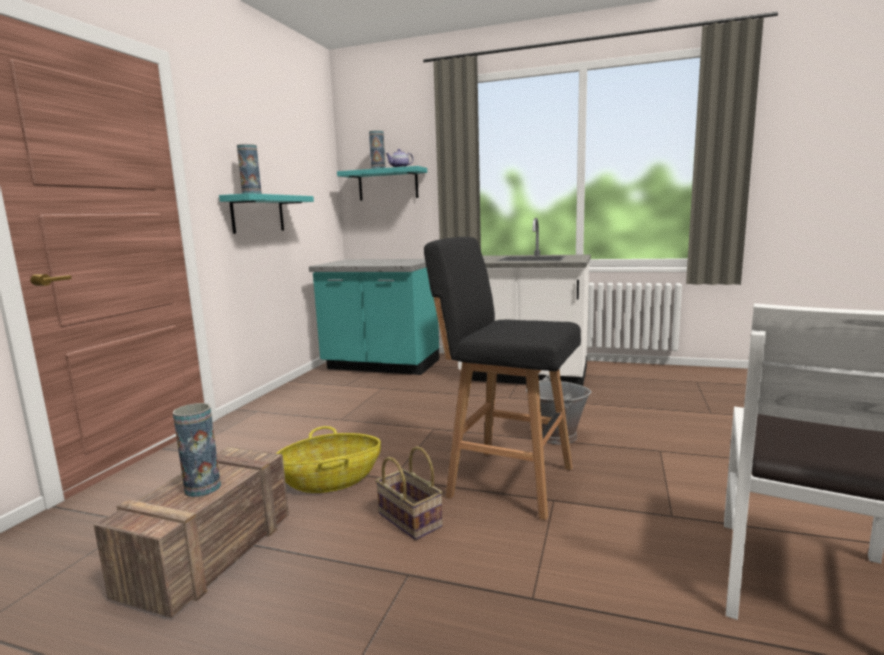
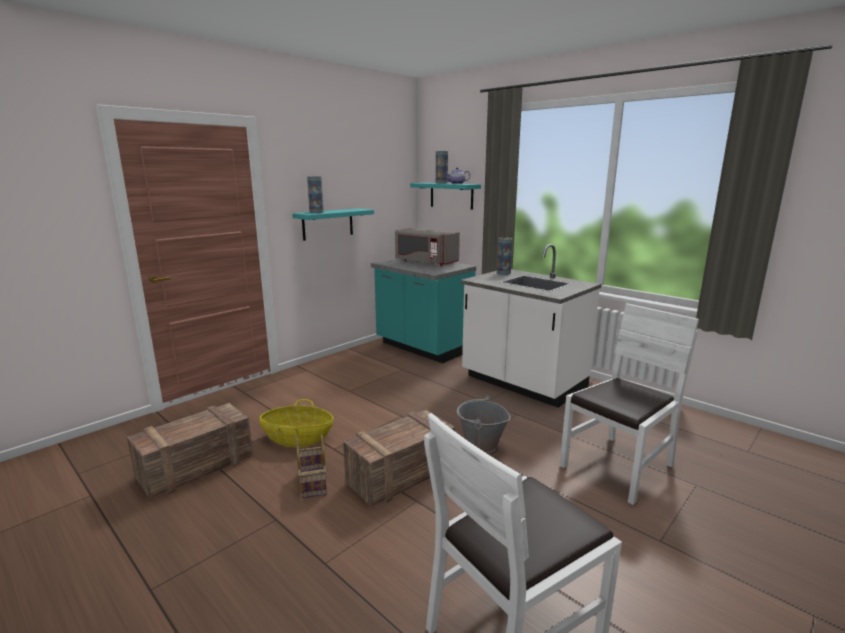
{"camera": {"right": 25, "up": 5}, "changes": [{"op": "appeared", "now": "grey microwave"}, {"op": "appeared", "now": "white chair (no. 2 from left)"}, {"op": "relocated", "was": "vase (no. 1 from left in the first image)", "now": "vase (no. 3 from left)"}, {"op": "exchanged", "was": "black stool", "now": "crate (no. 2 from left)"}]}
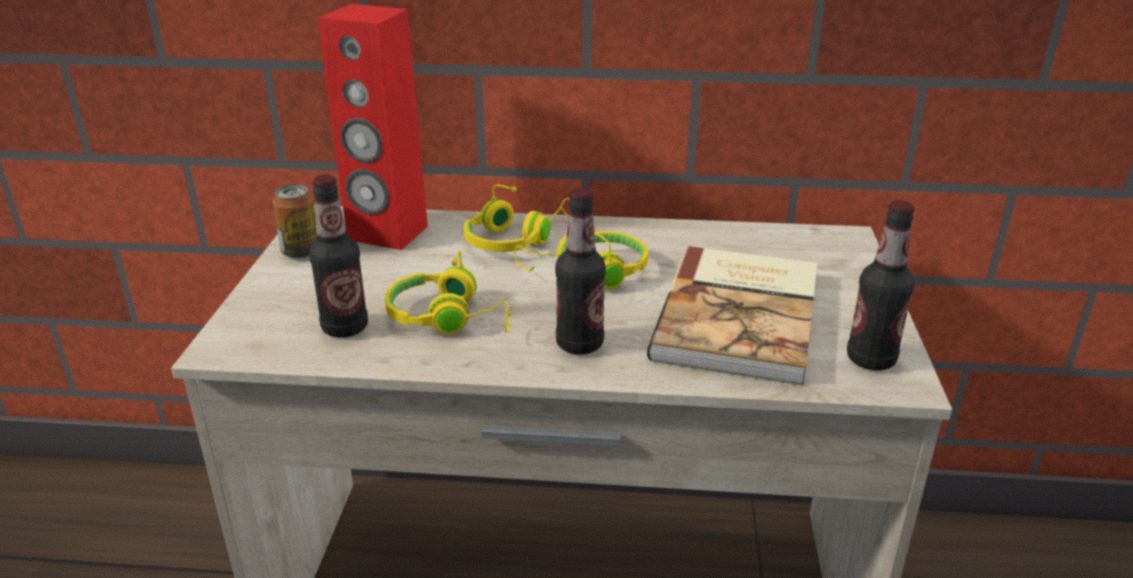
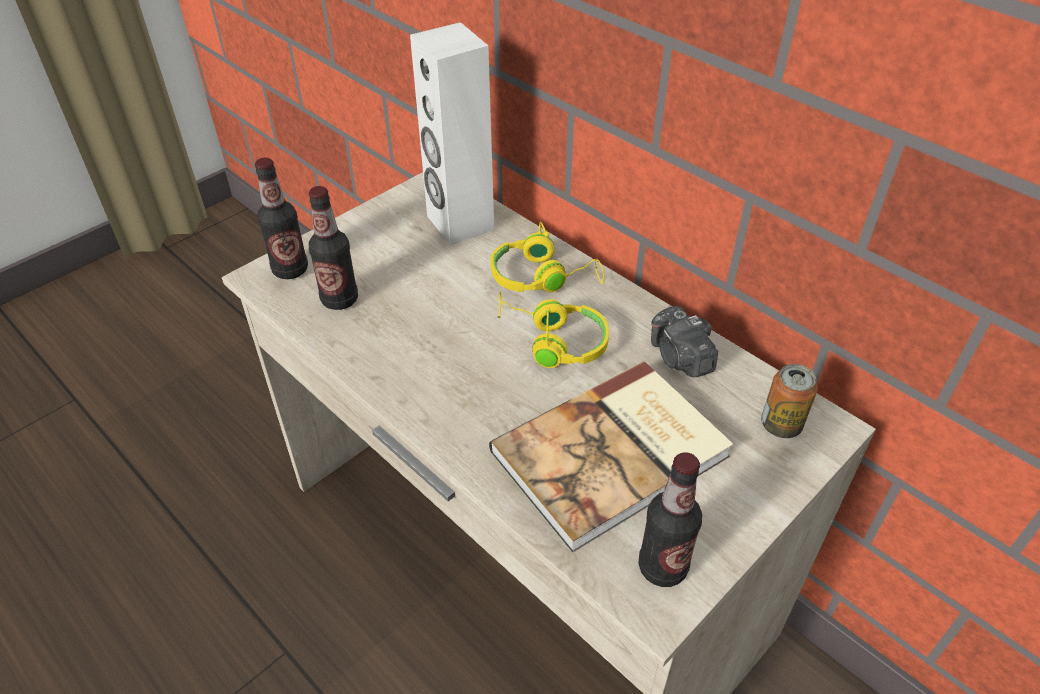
{"camera": {"right": 40, "up": 15}, "changes": [{"op": "missing", "was": "yellow headphones (no. 1 from left)"}, {"op": "appeared", "now": "photo camera"}, {"op": "relocated", "was": "can"}, {"op": "relocated", "was": "bottle (no. 2 from left in the first image)", "now": "bottle (no. 1 from left)"}, {"op": "colour", "was": "red speaker", "now": "white speaker"}]}
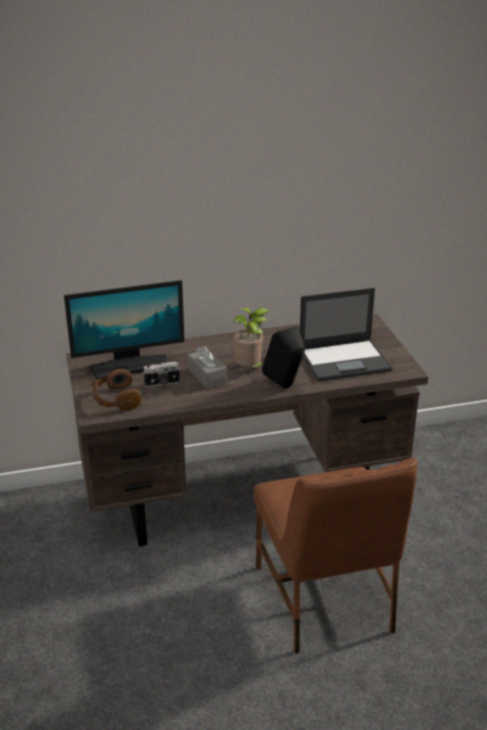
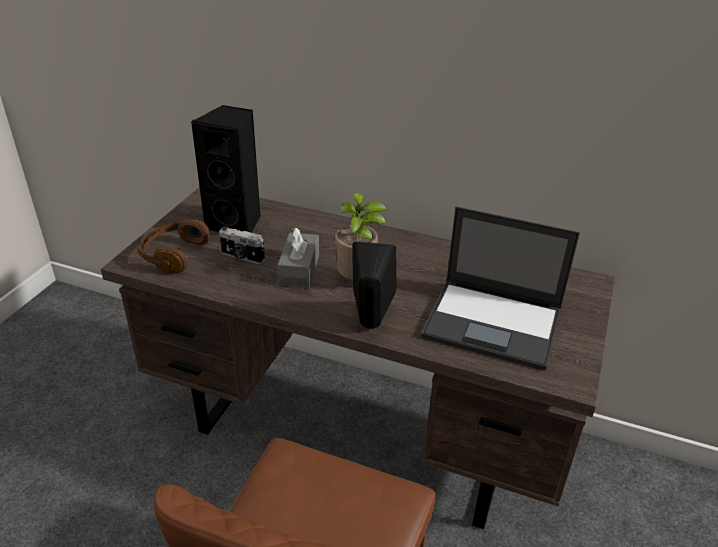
{"camera": {"right": 35, "up": 5}, "changes": [{"op": "exchanged", "was": "monitor", "now": "black speaker (no. 1 from left)"}]}
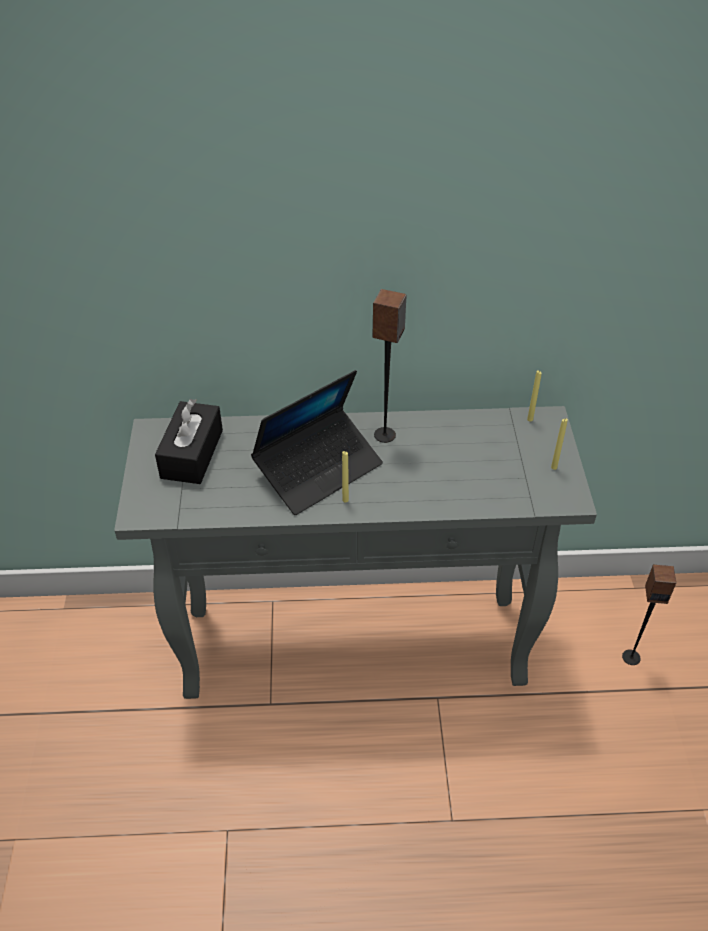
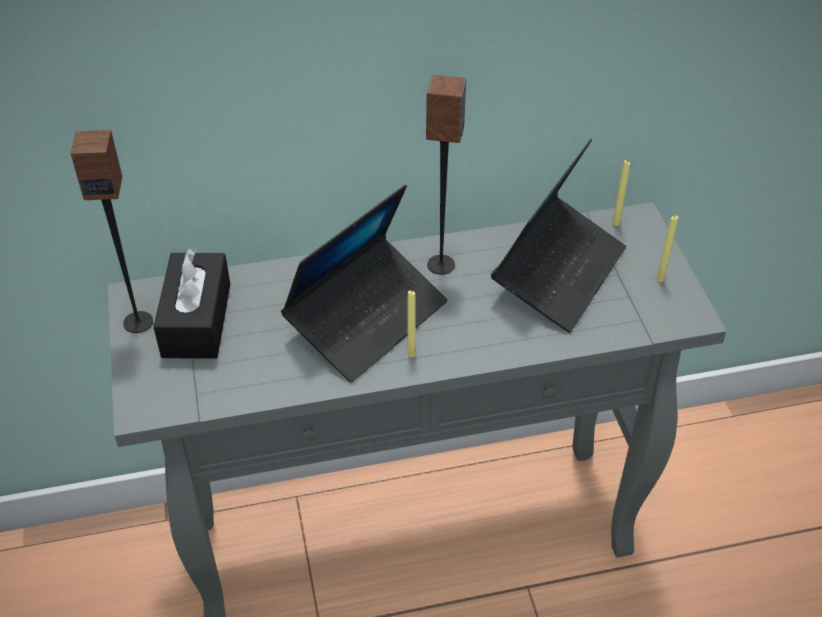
{"camera": {"right": -10, "up": 0}, "changes": [{"op": "appeared", "now": "laptop (no. 2 from left)"}, {"op": "relocated", "was": "speaker (no. 2 from left in the first image)", "now": "speaker (no. 1 from left)"}]}
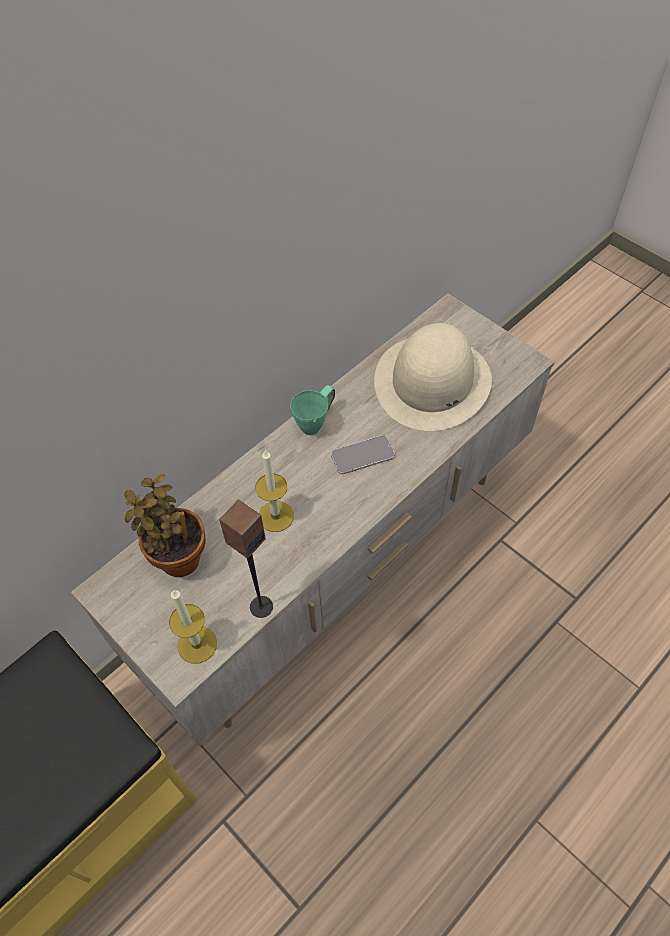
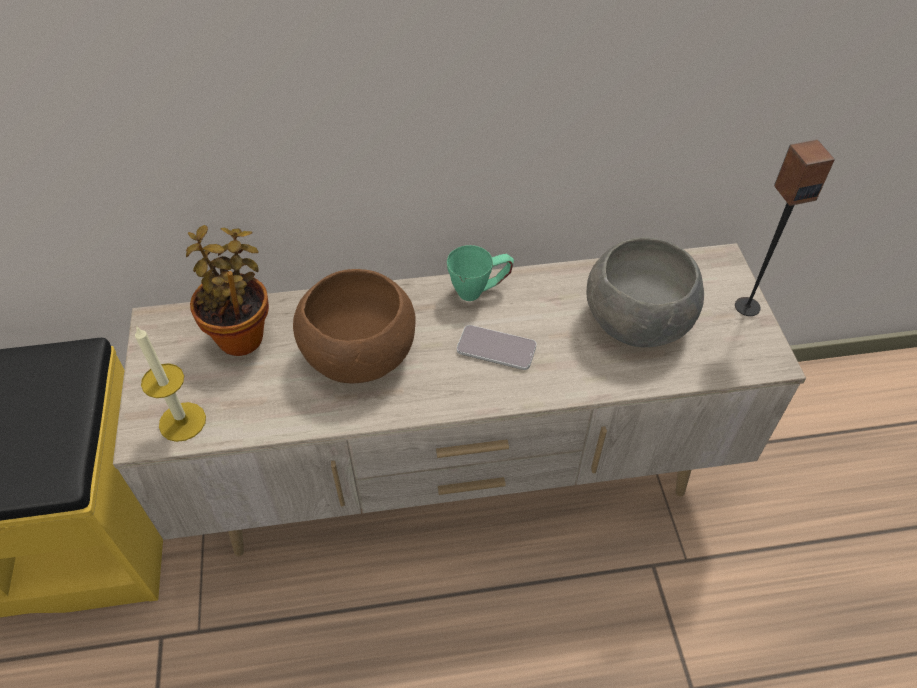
{"camera": {"right": 35, "up": -5}, "changes": [{"op": "relocated", "was": "speaker"}, {"op": "exchanged", "was": "candle (no. 2 from left)", "now": "brown bowl"}, {"op": "exchanged", "was": "beige hat", "now": "grey bowl"}]}
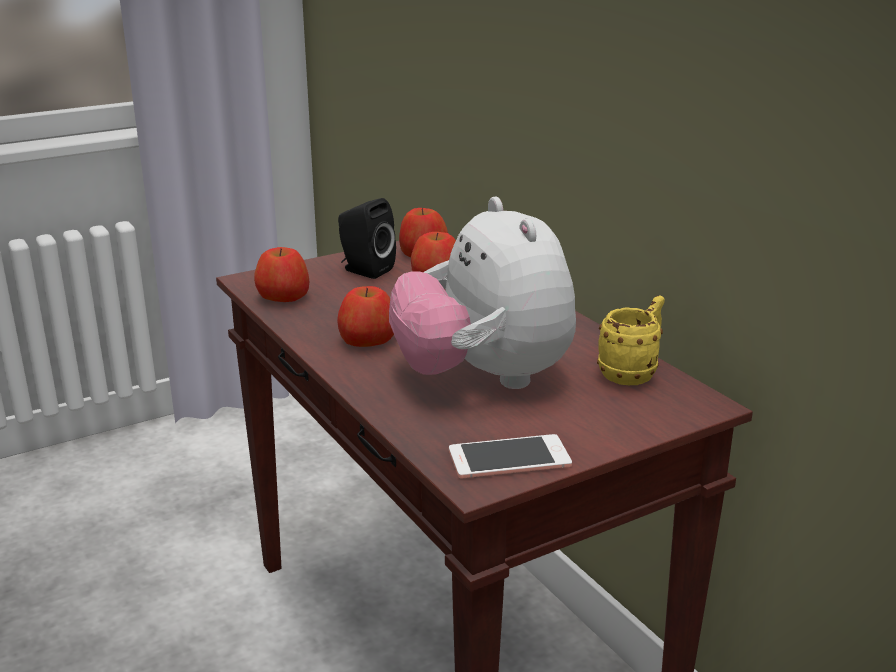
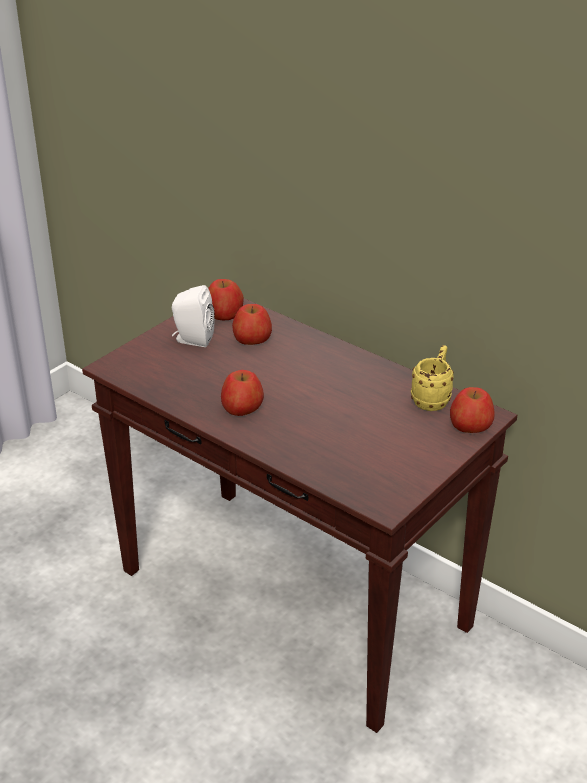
{"camera": {"right": -20, "up": 10}, "changes": [{"op": "missing", "was": "plush toy"}, {"op": "missing", "was": "phone"}, {"op": "relocated", "was": "apple (no. 1 from left in the first image)", "now": "apple (no. 4 from left)"}, {"op": "colour", "was": "black speaker", "now": "white speaker"}]}
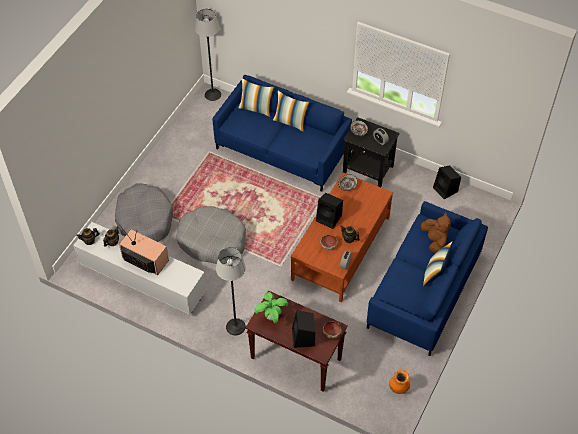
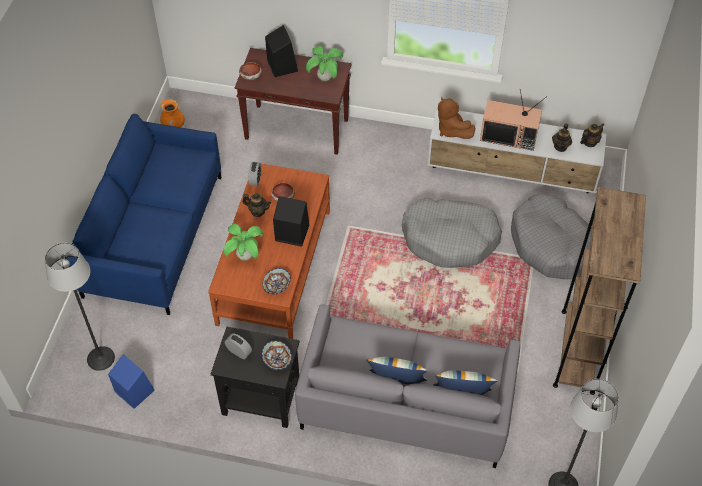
{"camera": {"right": 165, "up": 0}, "changes": [{"op": "missing", "was": "pillow (no. 3 from left)"}, {"op": "appeared", "now": "potted plant (no. 1 from left)"}, {"op": "appeared", "now": "brown bookcase"}, {"op": "relocated", "was": "floor lamp (no. 2 from left in the first image)", "now": "floor lamp (no. 1 from left)"}, {"op": "relocated", "was": "brown plush toy"}, {"op": "colour", "was": "blue sofa (no. 1 from left)", "now": "grey sofa"}, {"op": "colour", "was": "black speaker (no. 3 from left)", "now": "blue speaker"}]}
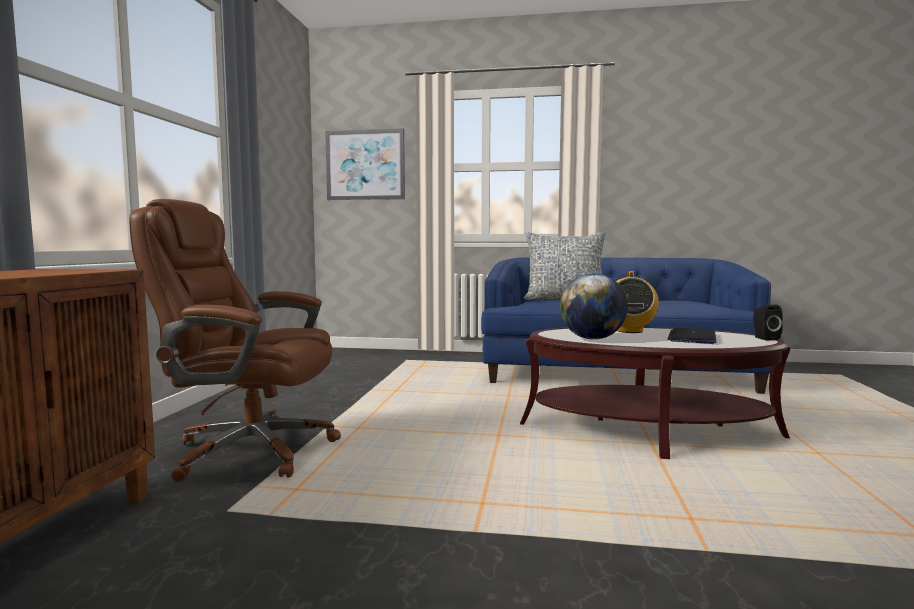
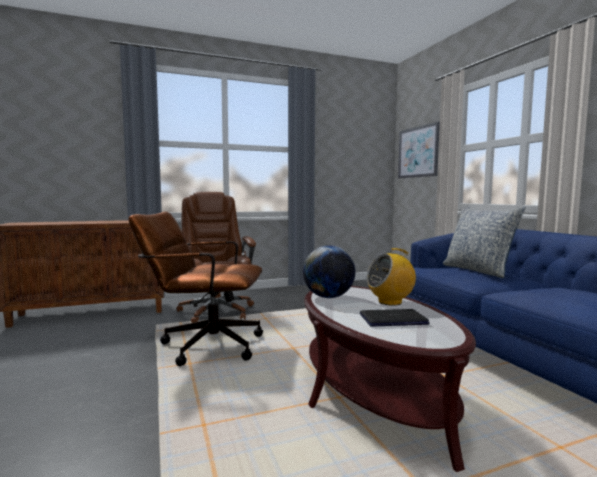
{"camera": {"right": 60, "up": 0}, "changes": [{"op": "missing", "was": "black speaker"}, {"op": "appeared", "now": "brown office chair (no. 1 from left)"}]}
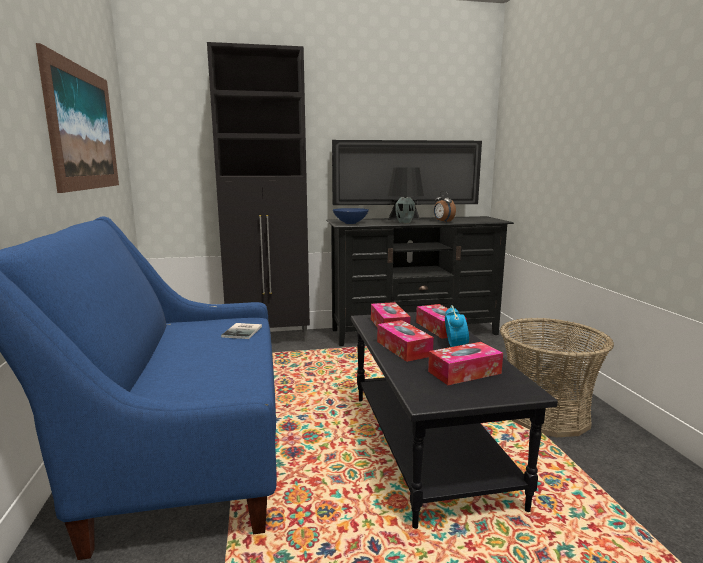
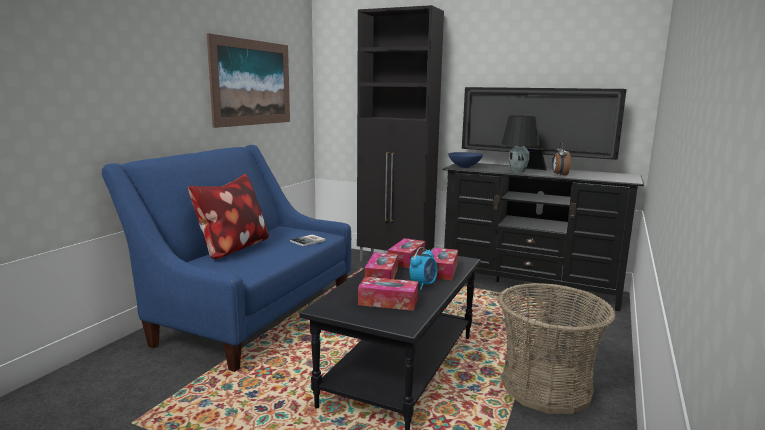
{"camera": {"right": 35, "up": 0}, "changes": [{"op": "appeared", "now": "pillow"}]}
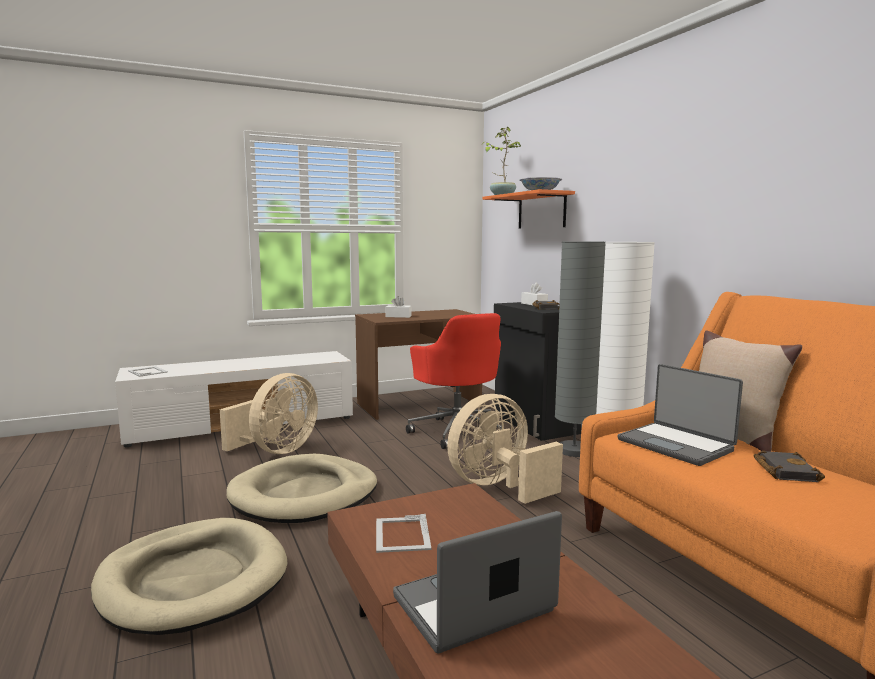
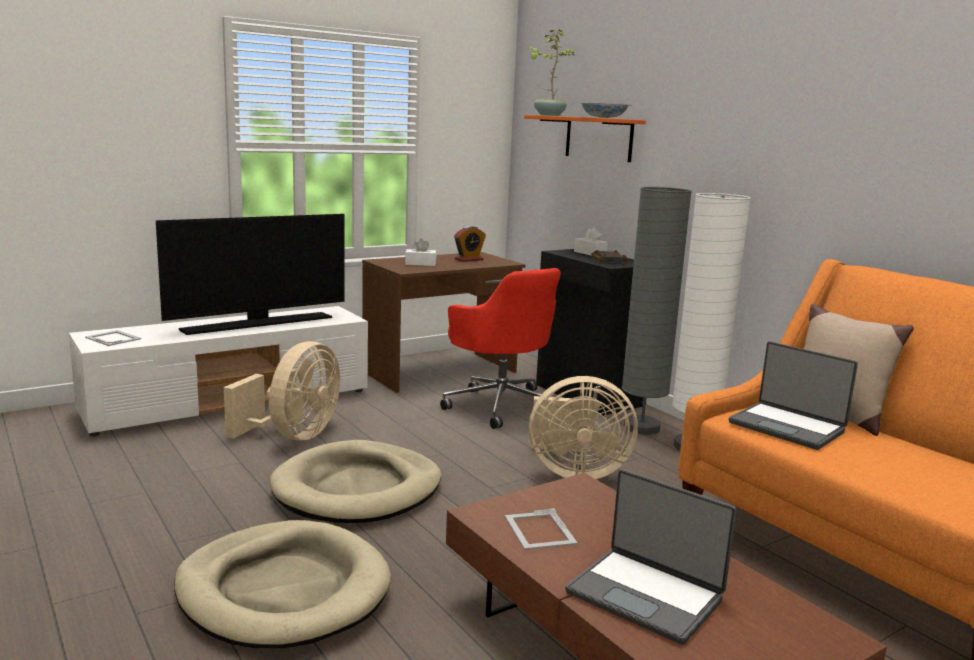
{"camera": {"right": -10, "up": 5}, "changes": [{"op": "missing", "was": "black book (no. 2 from left)"}, {"op": "appeared", "now": "television"}, {"op": "appeared", "now": "alarm clock"}, {"op": "spun", "was": "laptop (no. 1 from left)", "clockwise": -105}, {"op": "spun", "was": "beige fan (no. 2 from left)", "clockwise": -135}]}
